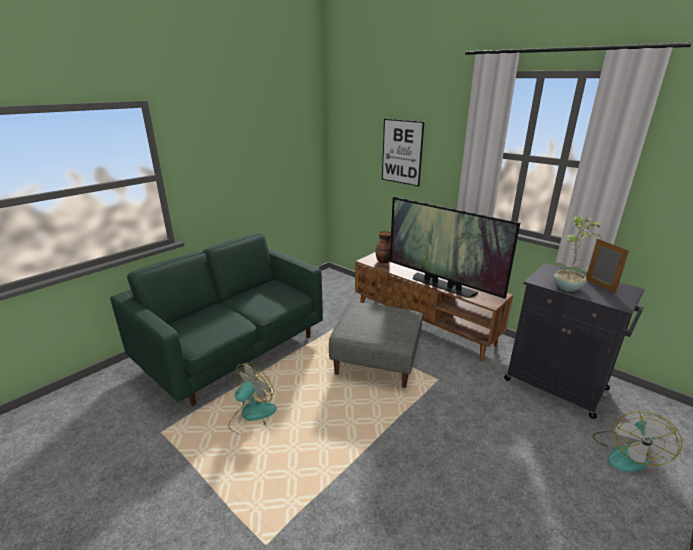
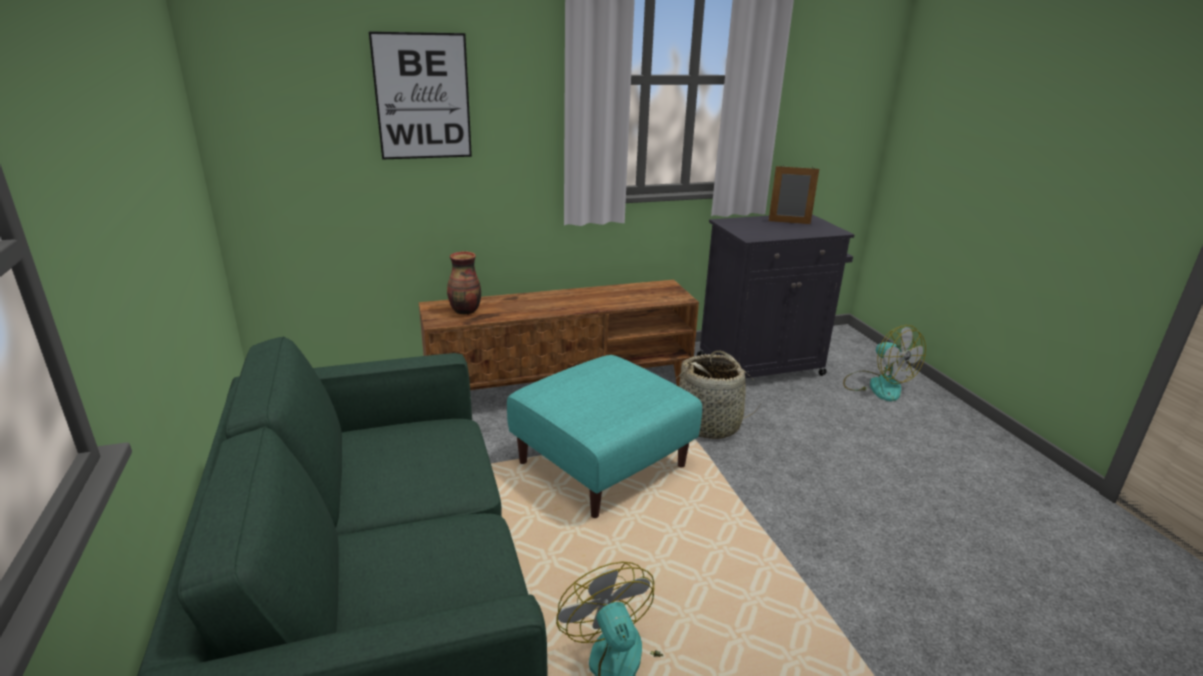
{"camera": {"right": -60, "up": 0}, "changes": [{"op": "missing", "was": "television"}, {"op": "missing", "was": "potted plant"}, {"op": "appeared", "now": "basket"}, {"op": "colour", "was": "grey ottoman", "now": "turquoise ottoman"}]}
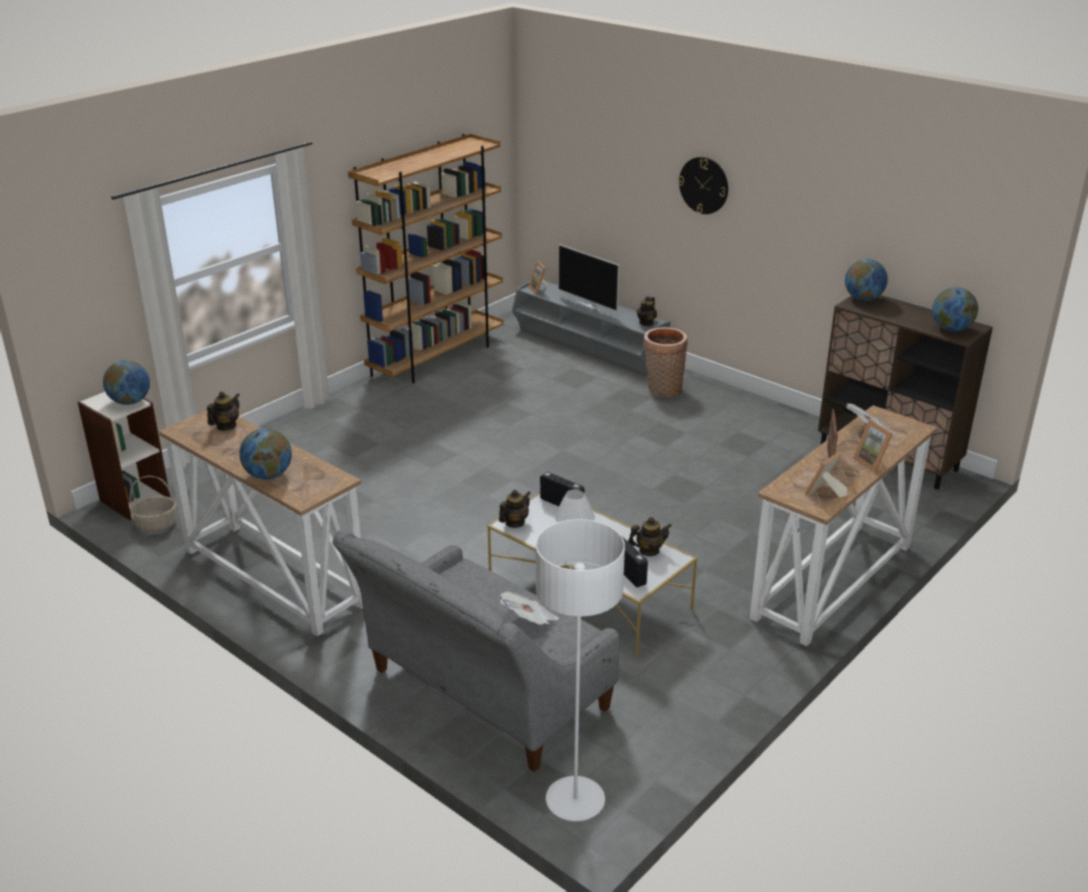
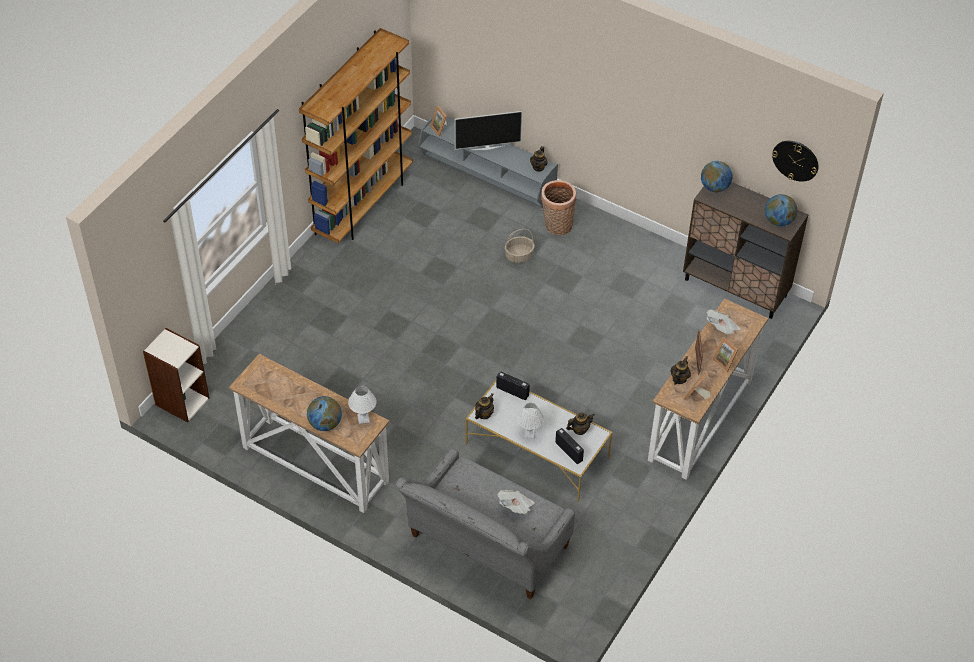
{"camera": {"right": -10, "up": 20}, "changes": [{"op": "missing", "was": "globe (no. 1 from left)"}, {"op": "missing", "was": "grey floor lamp"}, {"op": "appeared", "now": "white table lamp (no. 1 from left)"}, {"op": "relocated", "was": "basket (no. 1 from left)"}, {"op": "relocated", "was": "teapot (no. 1 from left in the first image)", "now": "teapot (no. 4 from left)"}, {"op": "relocated", "was": "wall clock"}, {"op": "spun", "was": "television", "clockwise": -45}]}
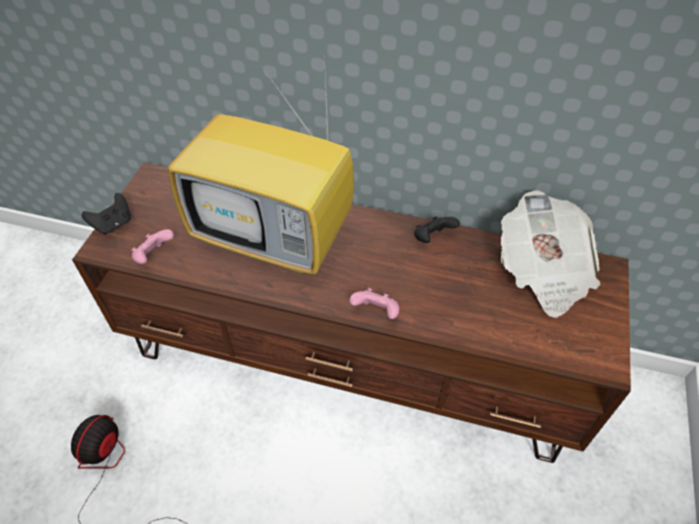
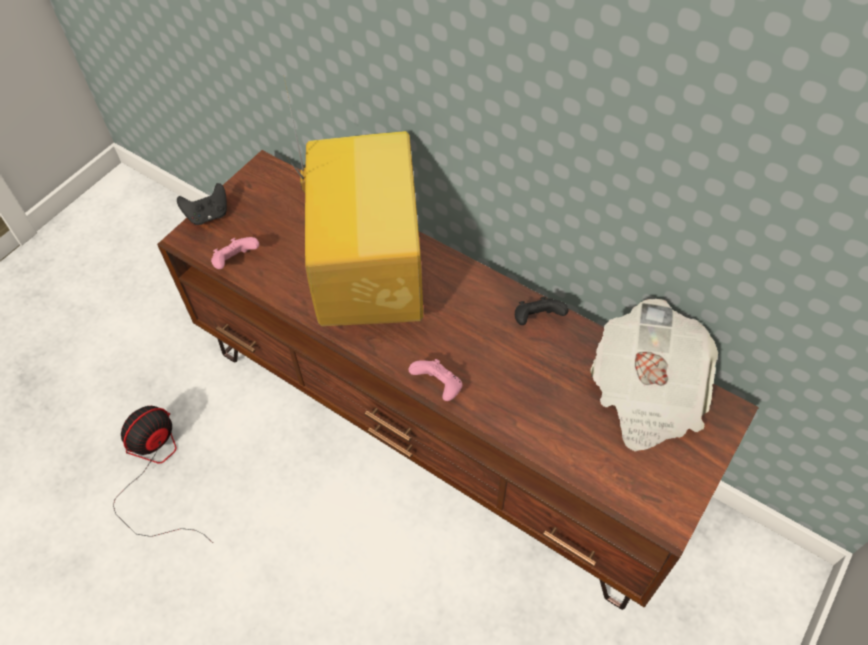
{"camera": {"right": 20, "up": 5}, "changes": [{"op": "spun", "was": "television", "clockwise": -135}]}
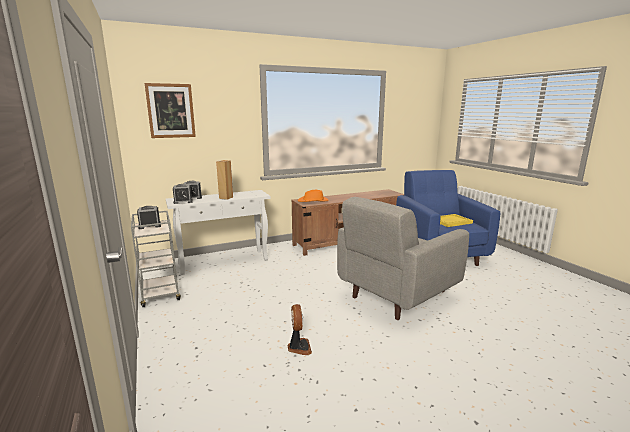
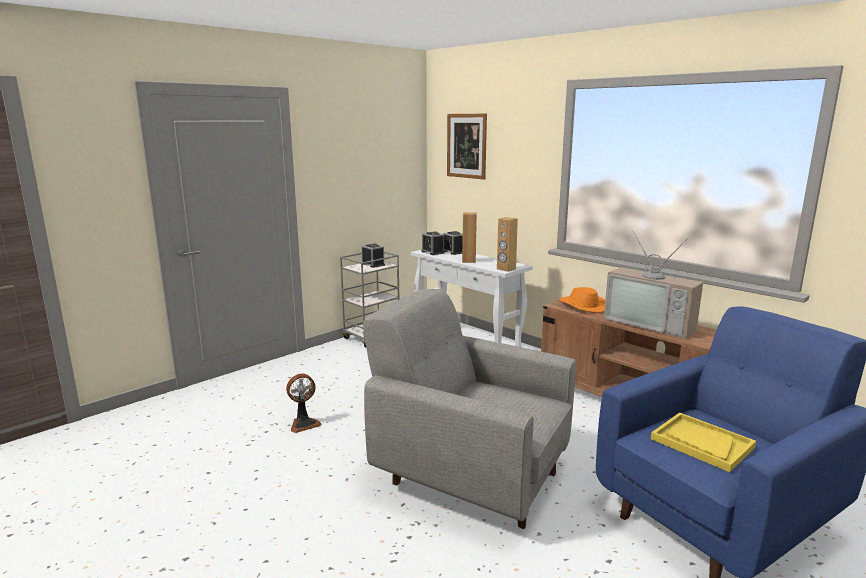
{"camera": {"right": 70, "up": 0}, "changes": [{"op": "appeared", "now": "brown speaker (no. 2 from left)"}, {"op": "appeared", "now": "television"}]}
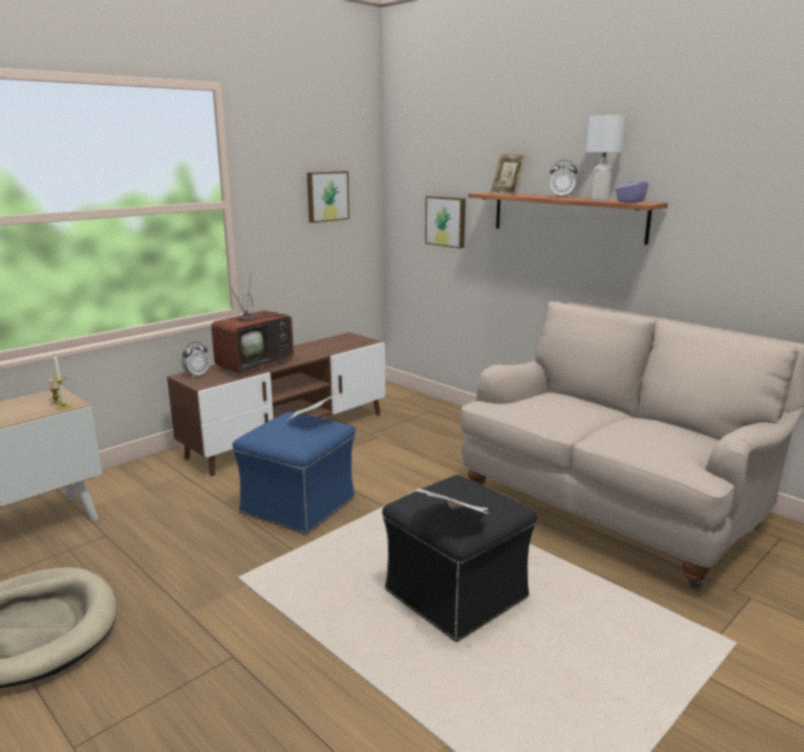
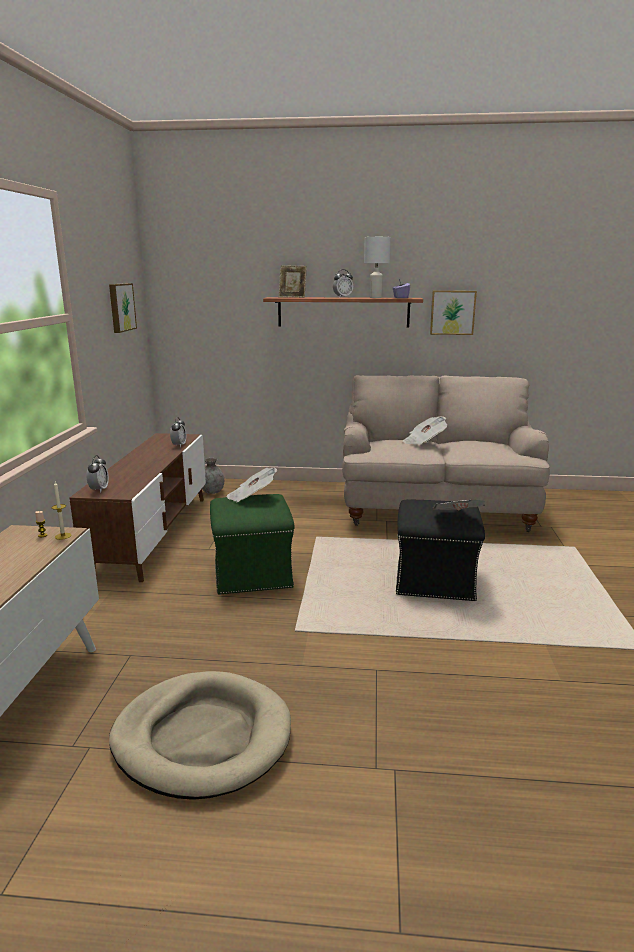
{"camera": {"right": -40, "up": 0}, "changes": [{"op": "missing", "was": "television"}, {"op": "appeared", "now": "alarm clock (no. 2 from left)"}, {"op": "appeared", "now": "grey vase"}, {"op": "appeared", "now": "newspaper (no. 2 from left)"}, {"op": "relocated", "was": "picture (no. 2 from left)"}, {"op": "colour", "was": "blue ottoman", "now": "green ottoman"}]}
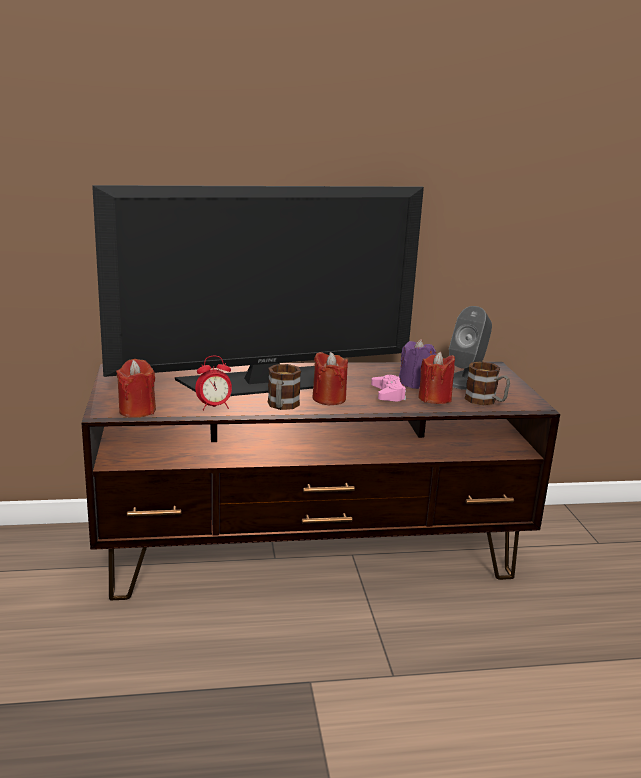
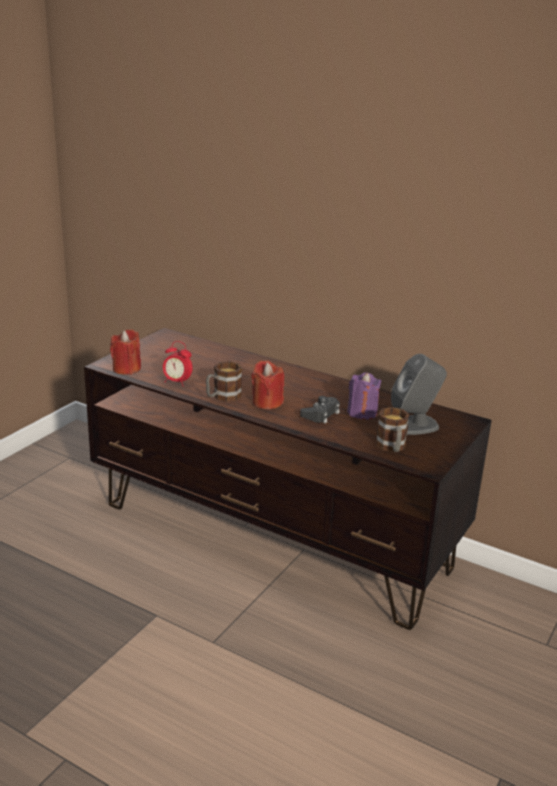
{"camera": {"right": 40, "up": 5}, "changes": [{"op": "missing", "was": "television"}, {"op": "missing", "was": "red candle (no. 3 from left)"}, {"op": "colour", "was": "pink game controller", "now": "black game controller"}]}
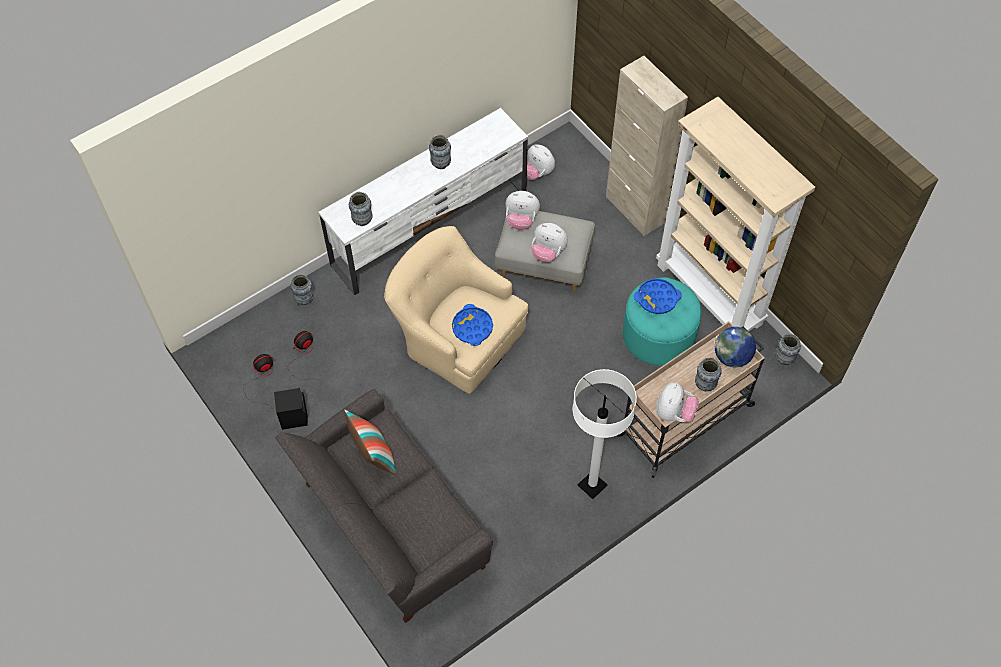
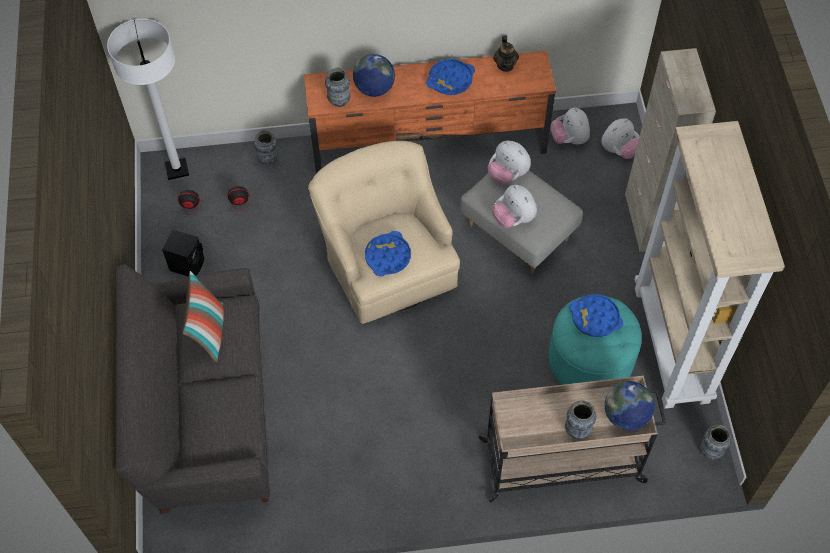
{"camera": {"right": 30, "up": 0}, "changes": [{"op": "appeared", "now": "globe (no. 1 from left)"}, {"op": "appeared", "now": "teapot"}, {"op": "relocated", "was": "white floor lamp"}, {"op": "relocated", "was": "plush toy (no. 4 from left)"}, {"op": "exchanged", "was": "vase (no. 3 from left)", "now": "blue tray (no. 2 from left)"}, {"op": "colour", "was": "white tv stand", "now": "orange tv stand"}]}
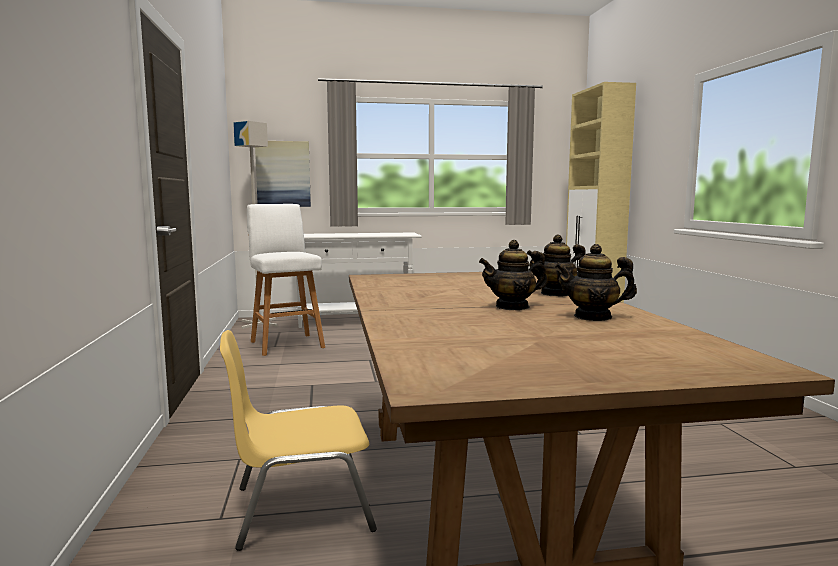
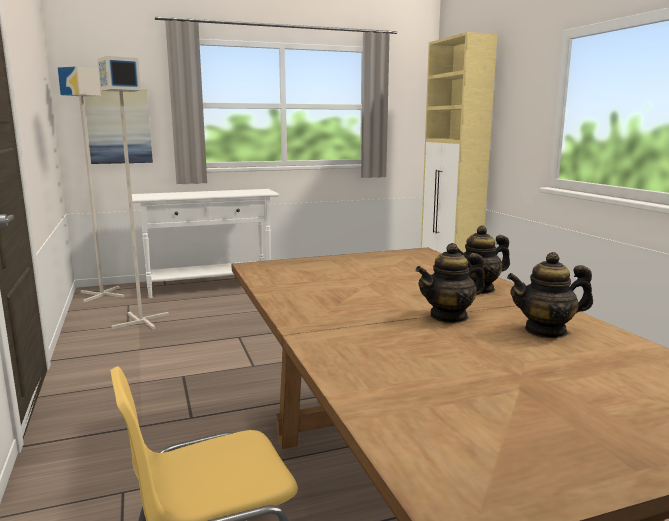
{"camera": {"right": -10, "up": 5}, "changes": [{"op": "exchanged", "was": "white stool", "now": "grey floor lamp (no. 2 from left)"}]}
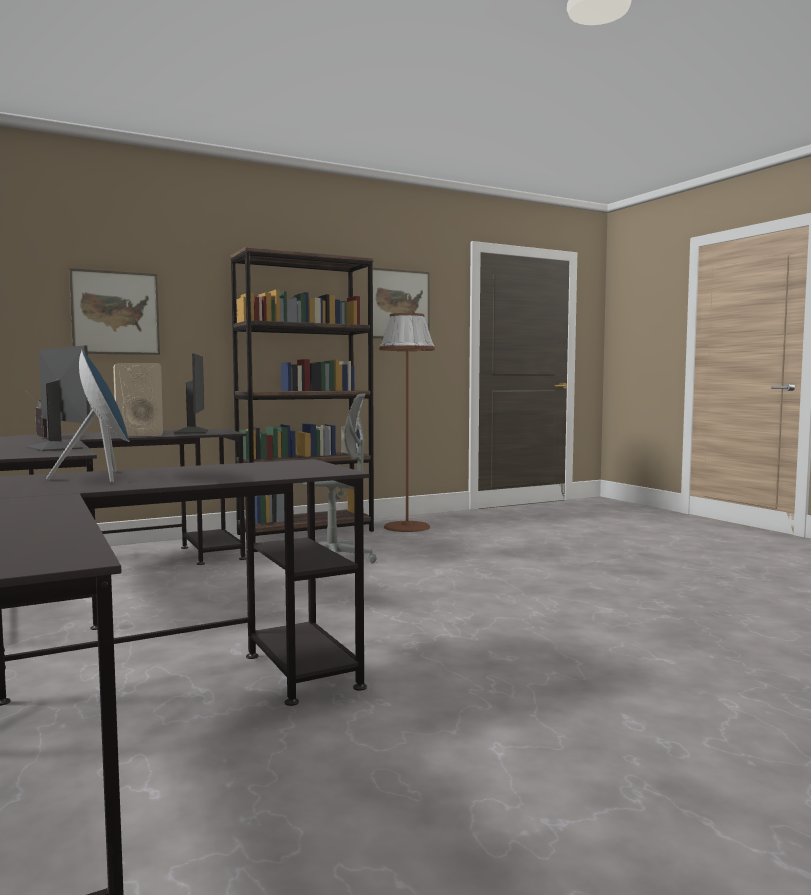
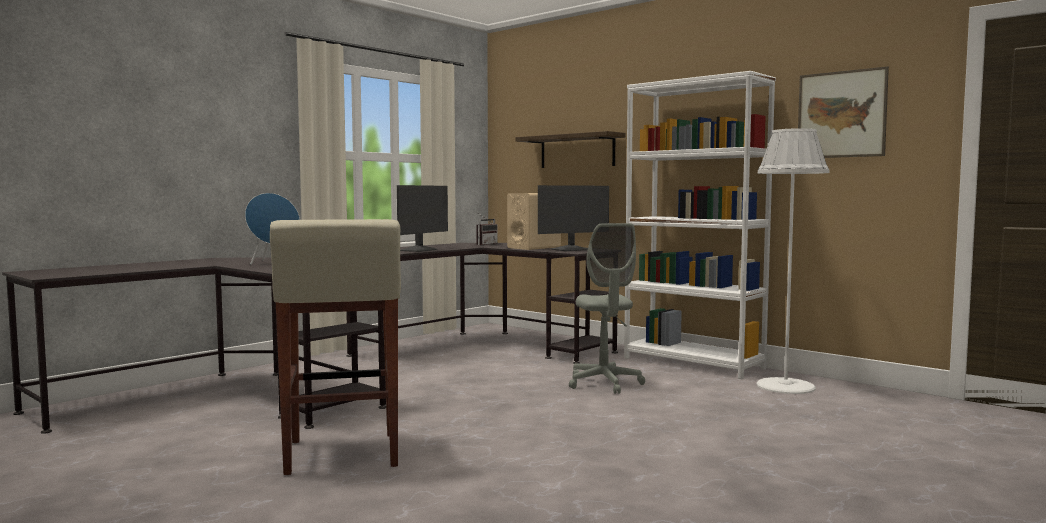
{"camera": {"right": 70, "up": 0}, "changes": [{"op": "appeared", "now": "beige stool"}, {"op": "exchanged", "was": "picture (no. 1 from left)", "now": "shelf"}, {"op": "colour", "was": "brown bookcase", "now": "white bookcase"}, {"op": "colour", "was": "brown floor lamp", "now": "white floor lamp"}]}
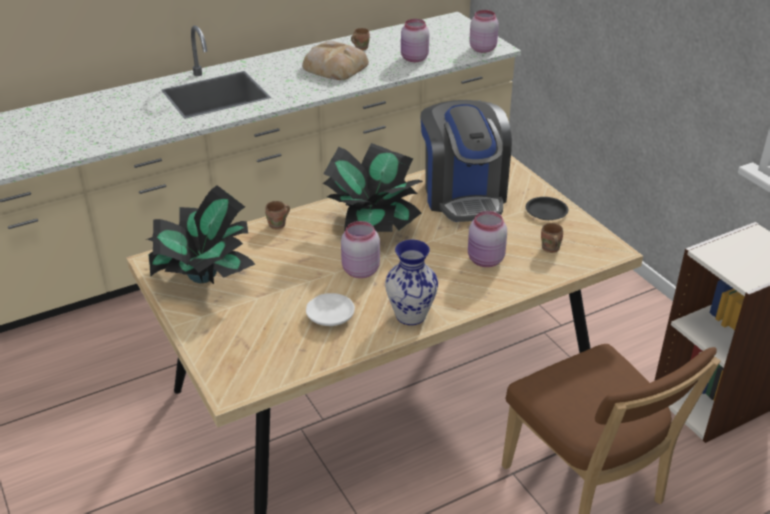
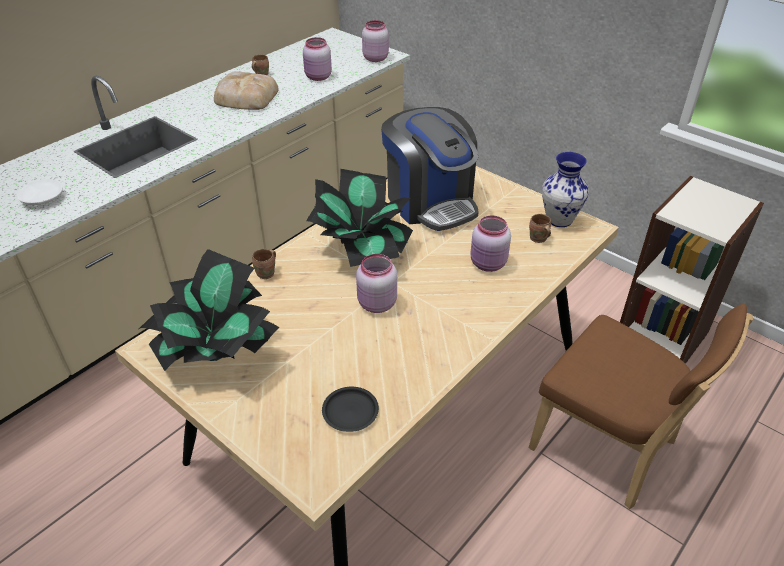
{"camera": {"right": -20, "up": 5}, "changes": [{"op": "relocated", "was": "white plate"}, {"op": "relocated", "was": "vase"}, {"op": "relocated", "was": "black plate"}]}
